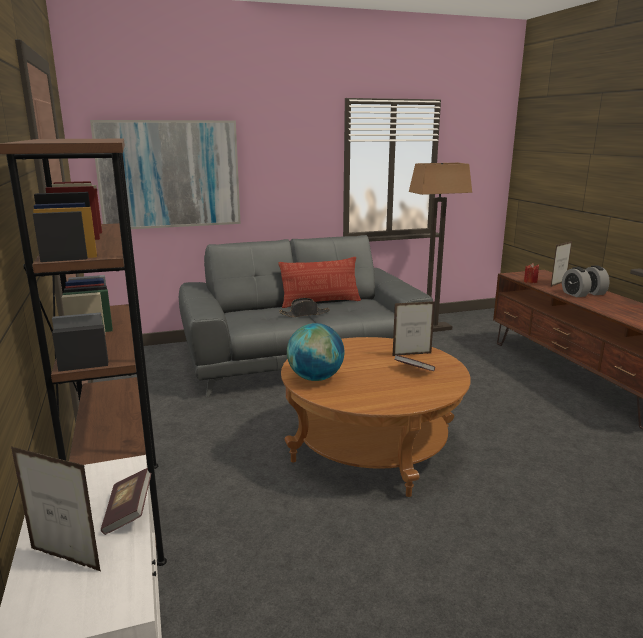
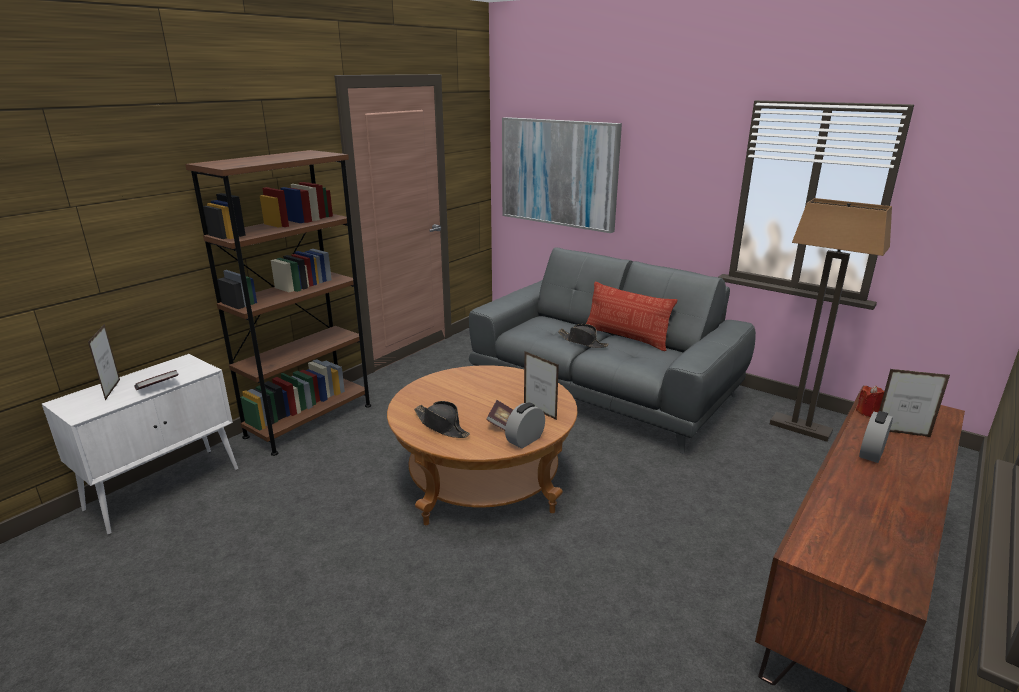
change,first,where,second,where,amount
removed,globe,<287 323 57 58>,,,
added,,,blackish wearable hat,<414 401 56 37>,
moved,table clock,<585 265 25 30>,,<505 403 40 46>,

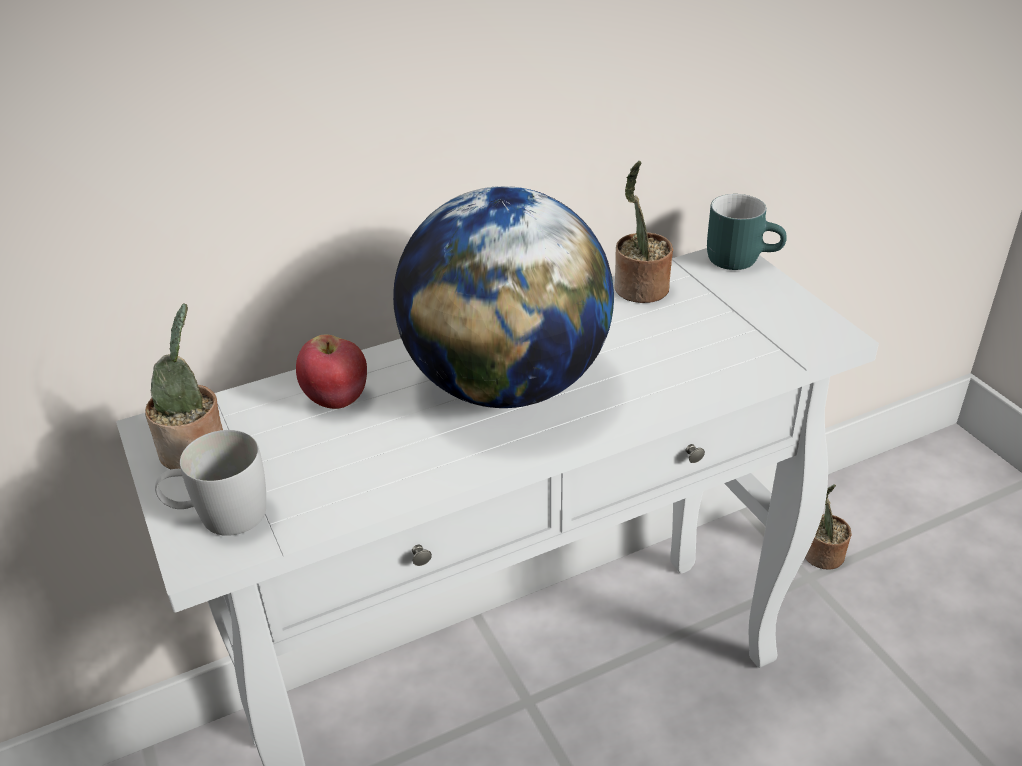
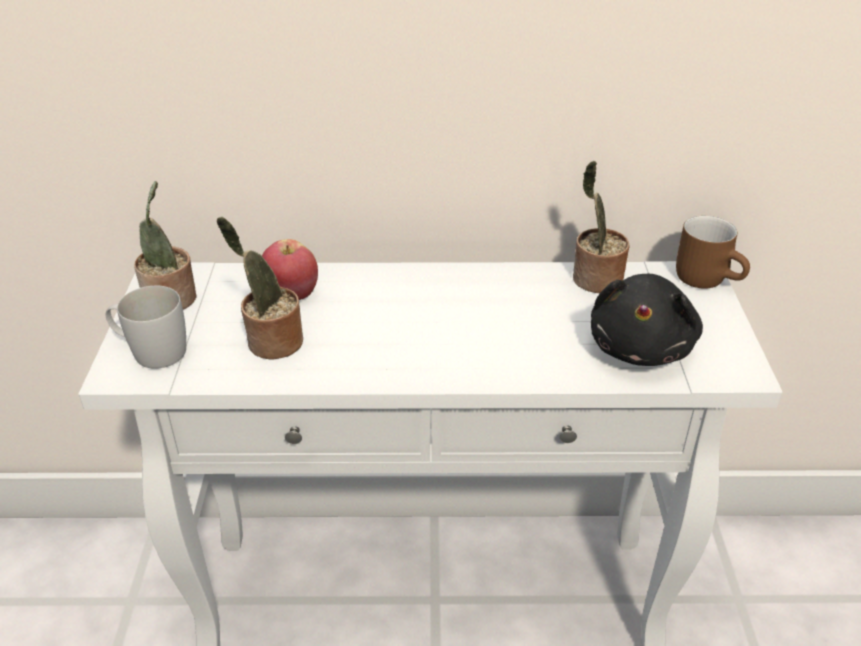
change,first,where,second,where,amount
removed,globe,<393 186 221 222>,,,
added,,,blackish soft toy,<591 274 112 92>,
moved,plant in a pot,<805 484 47 86>,,<217 217 86 143>,
recoloured,turquoise mug,<707 194 80 76>,brownish mug,<676 216 74 73>,

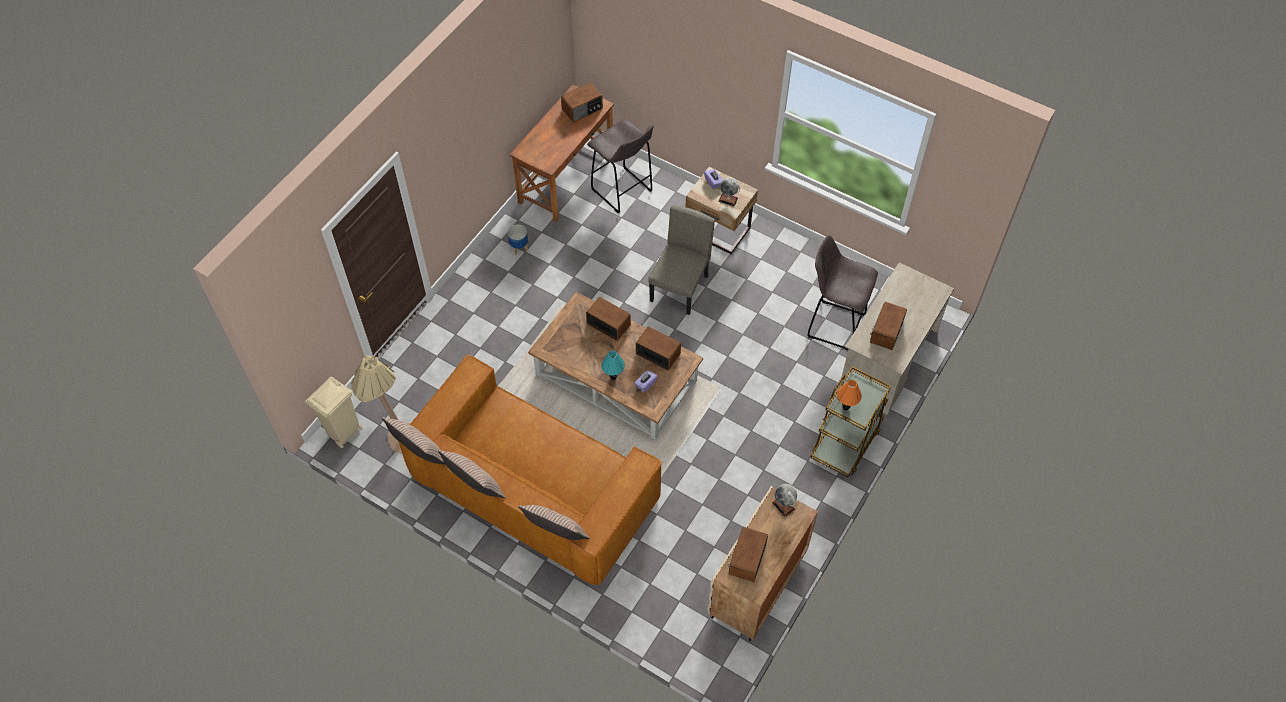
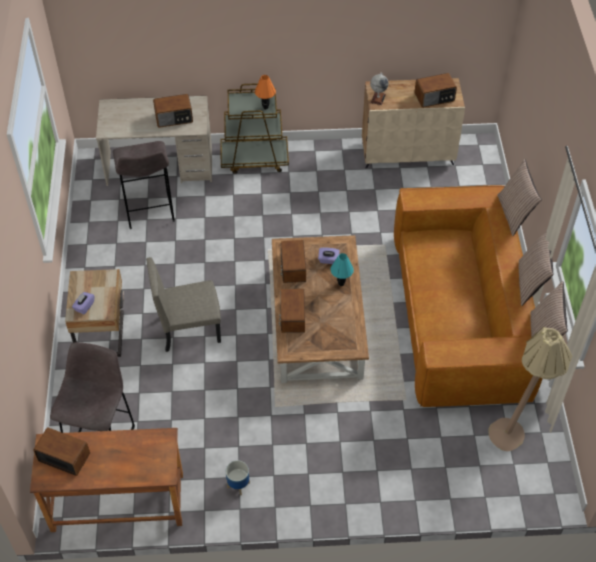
change,first,where,second,where,amount
removed,beige-coloured rubbish bin,<305 377 57 71>,,,
removed,globe,<718 177 22 29>,,,

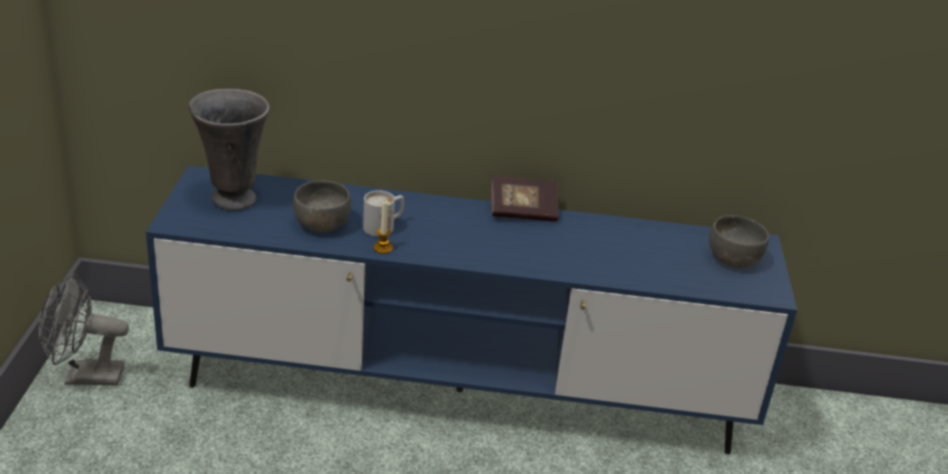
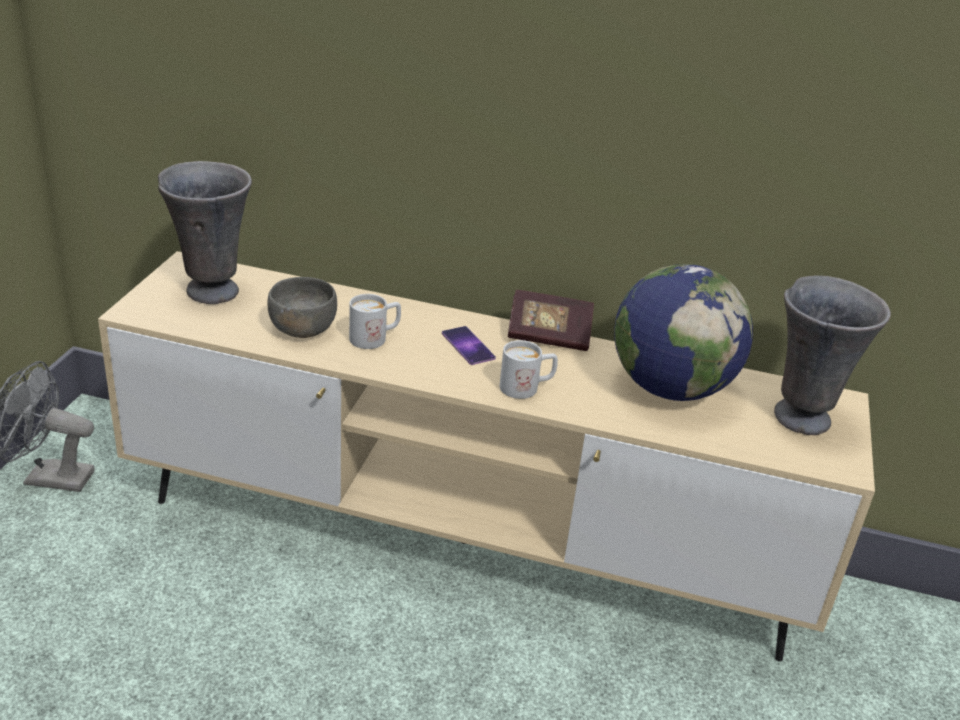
change,first,where,second,where,amount
removed,wax candle,<374 200 19 54>,,,
added,,,telephone,<442 326 54 39>,
added,,,whitish mug,<500 340 58 59>,
added,,,globe,<615 264 138 137>,
replaced,gray serving bowl,<709 215 60 52>,gray decorative vase,<774 276 117 159>,
recoloured,bluish tv unit,<146 166 651 289>,beige-coloured tv unit,<98 251 777 410>,

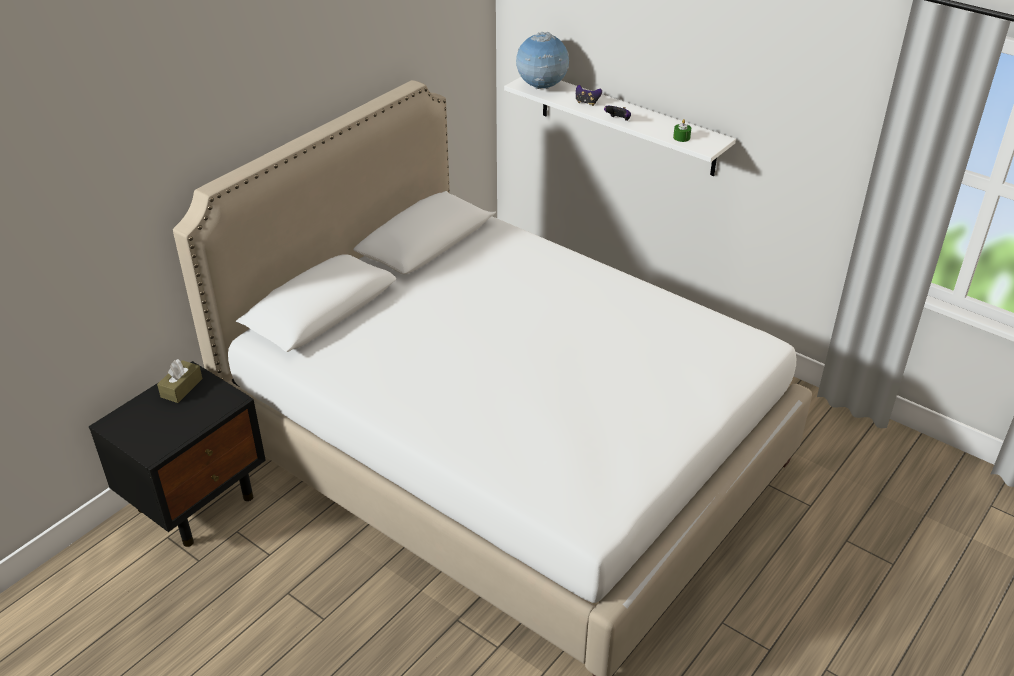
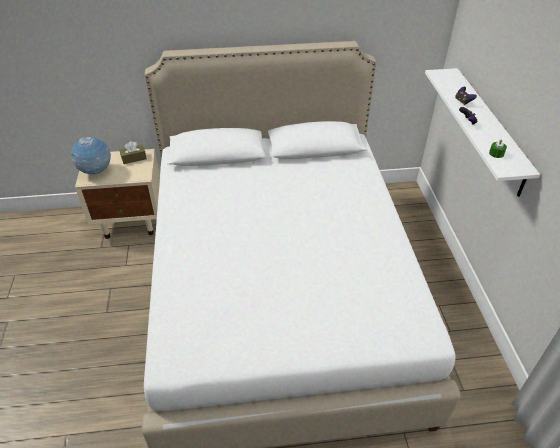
change,first,where,second,where,amount
moved,globe,<516 32 53 57>,,<71 137 40 37>,
recoloured,blackish night table,<89 361 177 186>,beige-coloured night table,<75 149 85 90>,

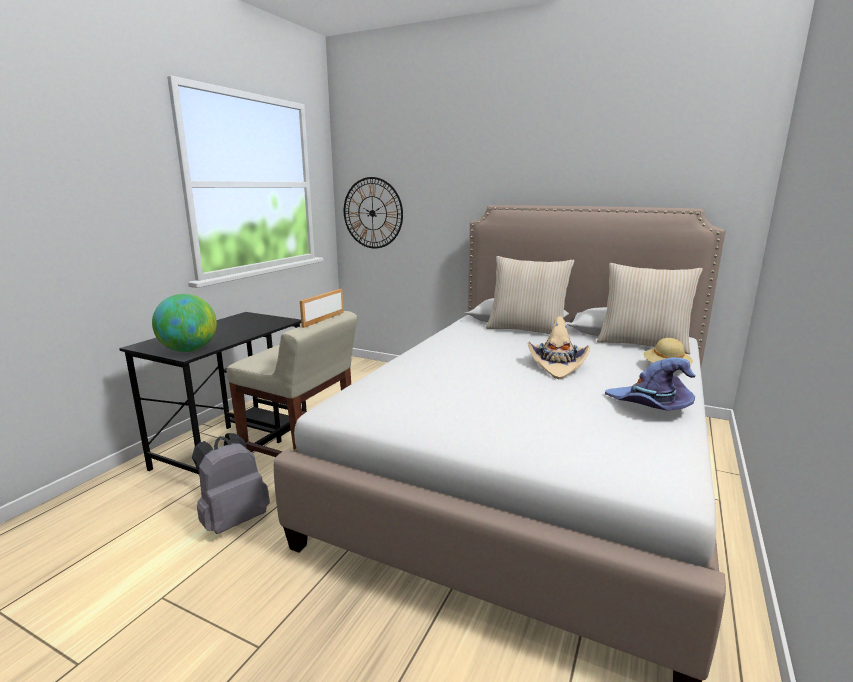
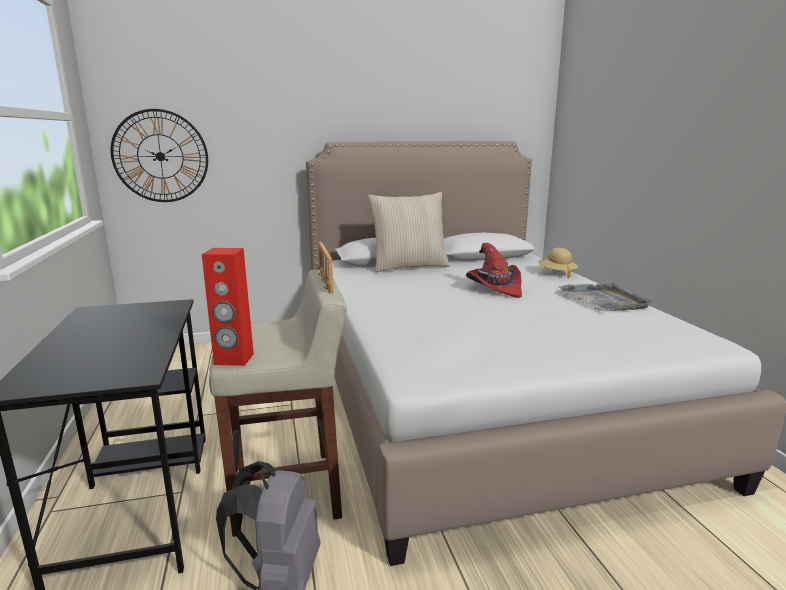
change,first,where,second,where,amount
removed,globe,<152 294 65 58>,,,
removed,beige-coloured throw pillow,<597 263 106 91>,,,
added,,,red speaker,<202 248 52 118>,
replaced,purplish wearable hat,<605 357 90 54>,gray serving tray,<559 282 93 29>,
recoloured,beige-coloured wearable hat,<528 316 62 63>,red wearable hat,<466 243 56 55>,

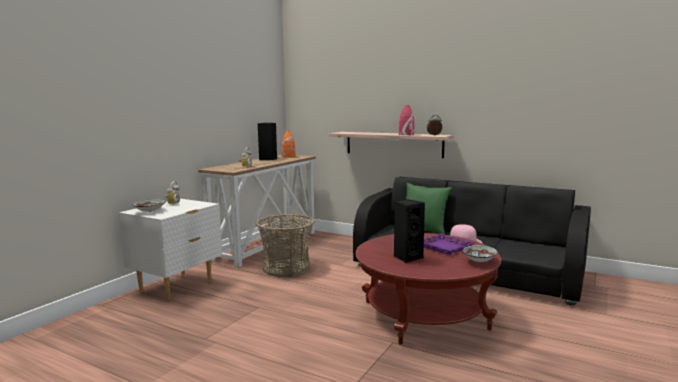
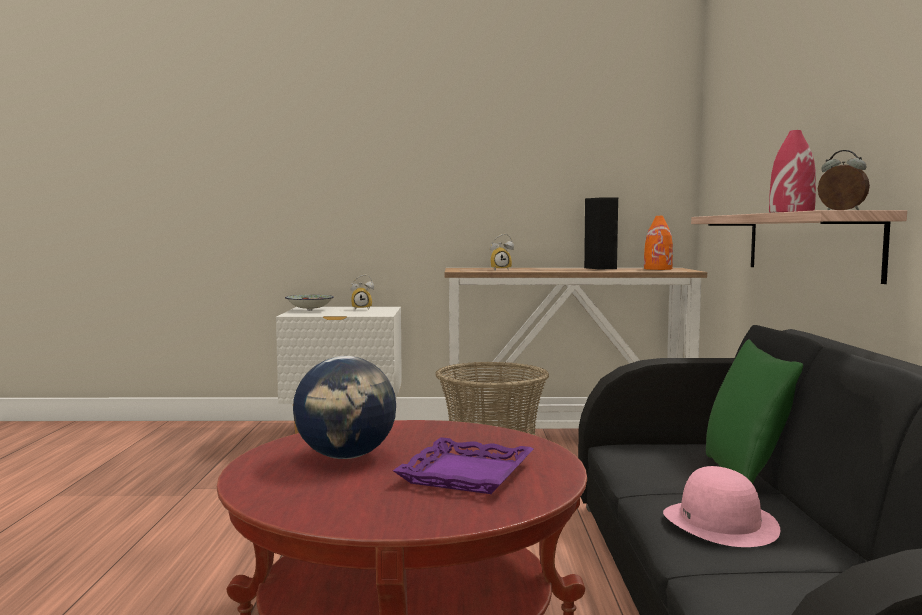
change,first,where,second,where,amount
removed,serving bowl,<463 245 35 17>,,,
replaced,blackish speaker,<394 199 31 64>,globe,<293 356 103 103>,

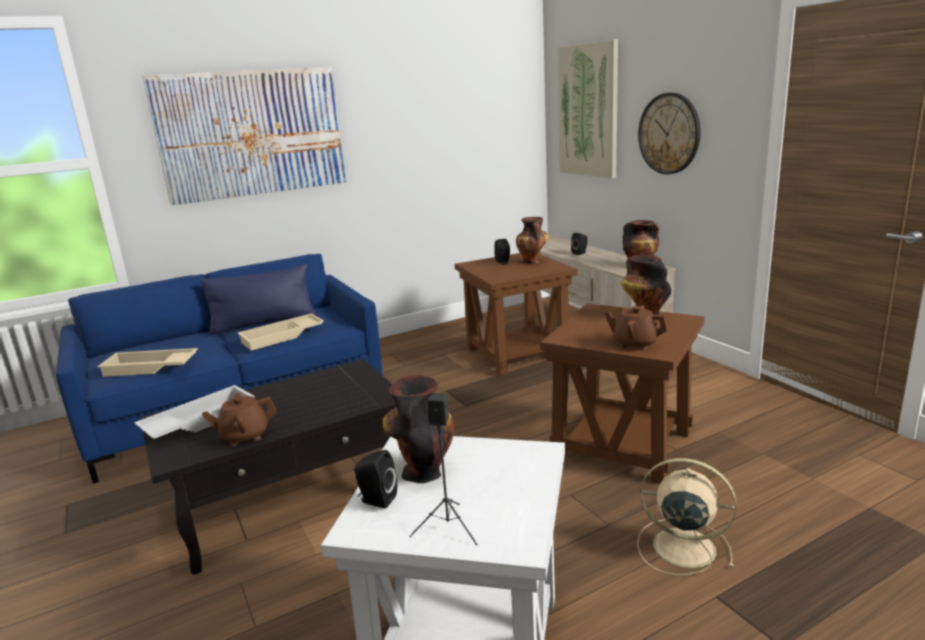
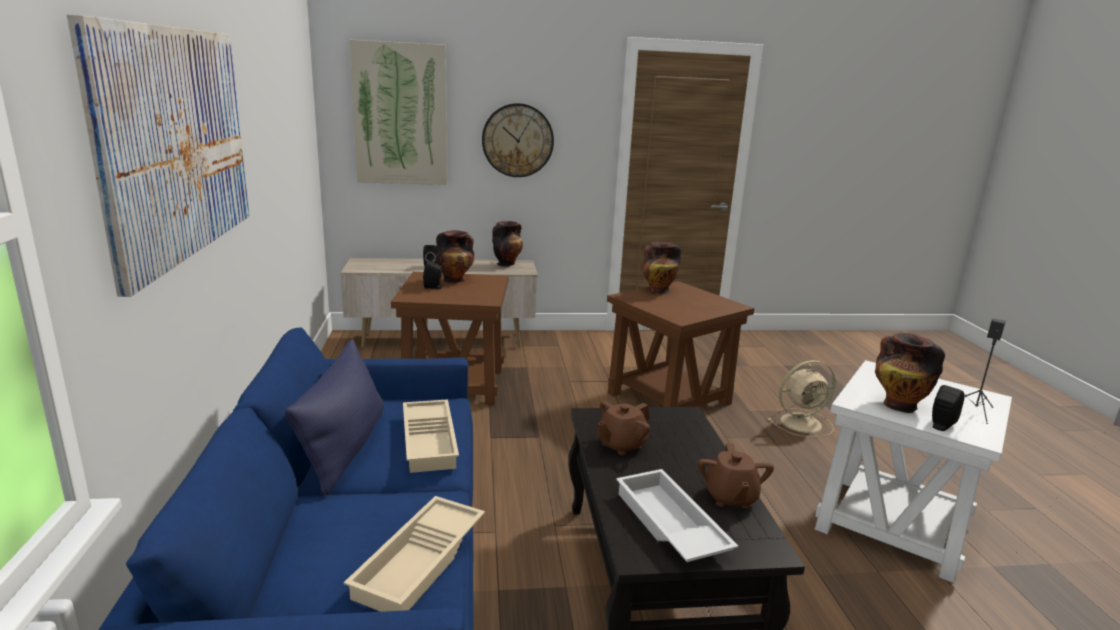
change,first,where,second,where,amount
moved,brownish tea pot,<604 305 64 45>,,<597 401 53 54>,
turned,beige-coloured fan,<637 458 99 118>,,<768 360 68 77>,150 degrees counterclockwise

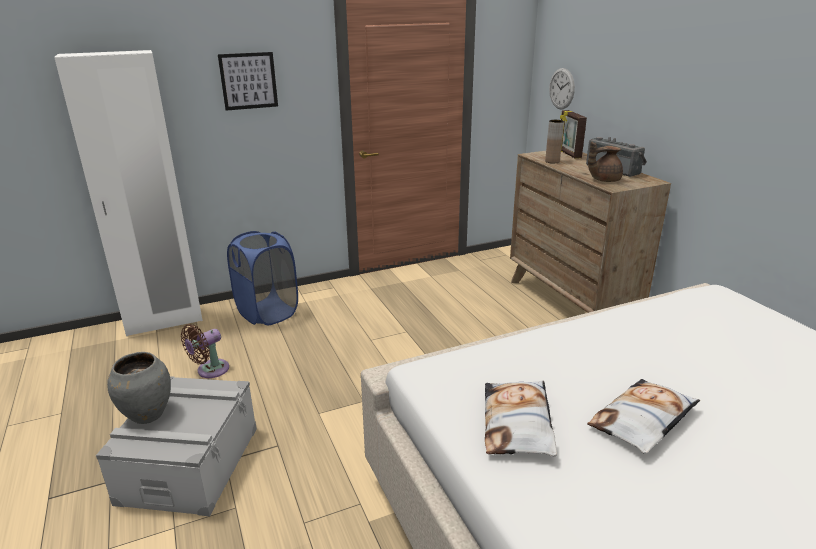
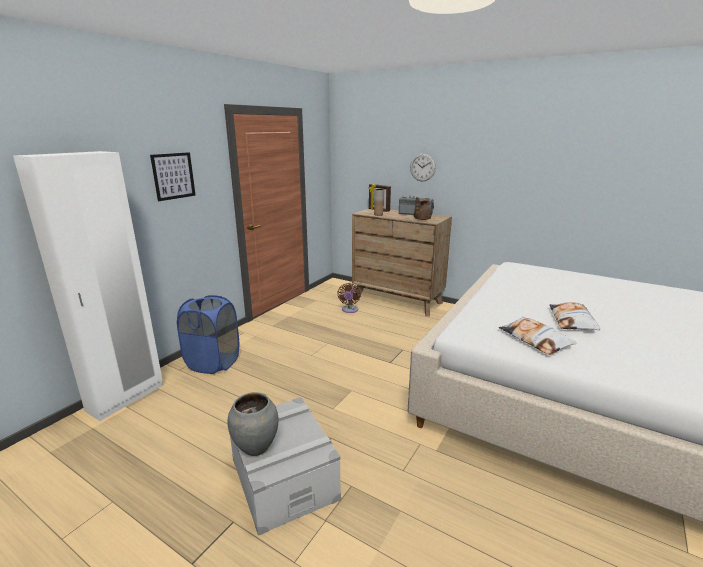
change,first,where,second,where,amount
moved,brownish fan,<181 324 48 54>,,<337 283 23 30>,
moved,clock on the wall,<549 68 26 41>,,<410 153 26 28>,

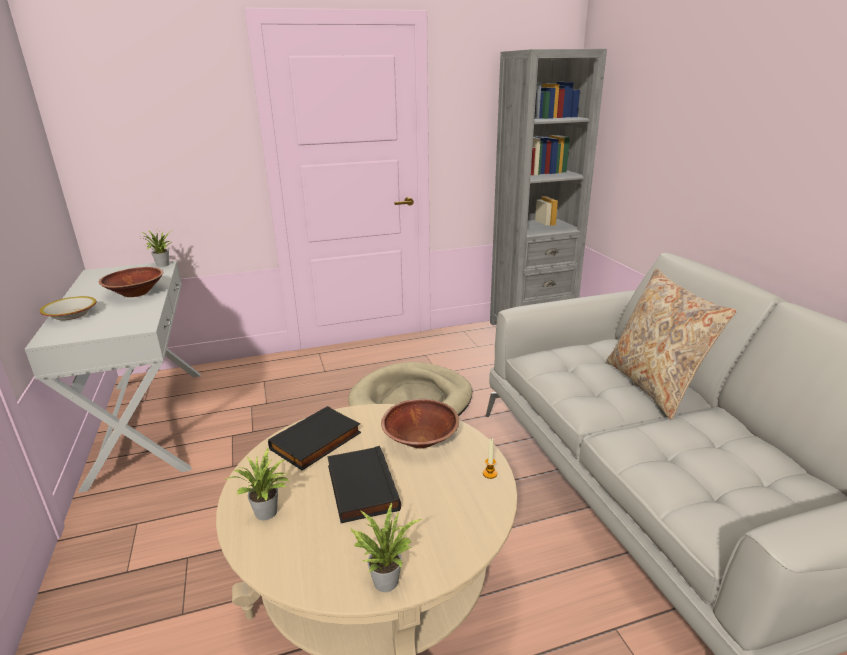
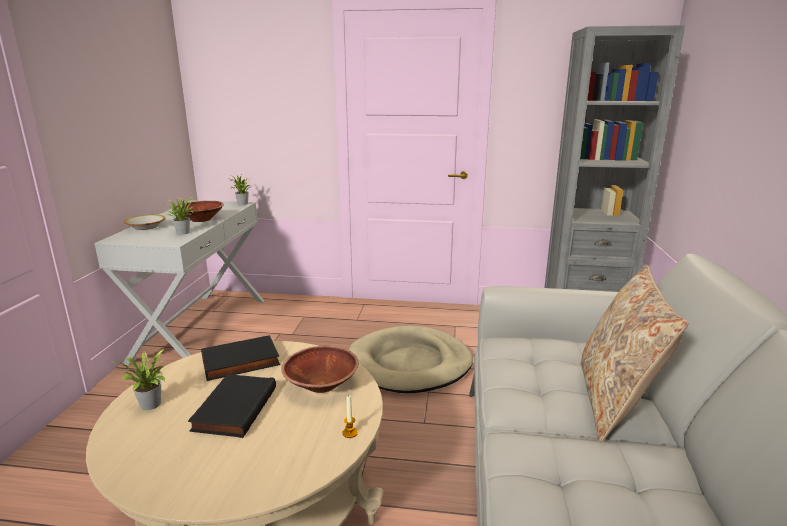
change,first,where,second,where,amount
moved,plant in a pot,<350 502 71 90>,,<164 197 32 38>,

